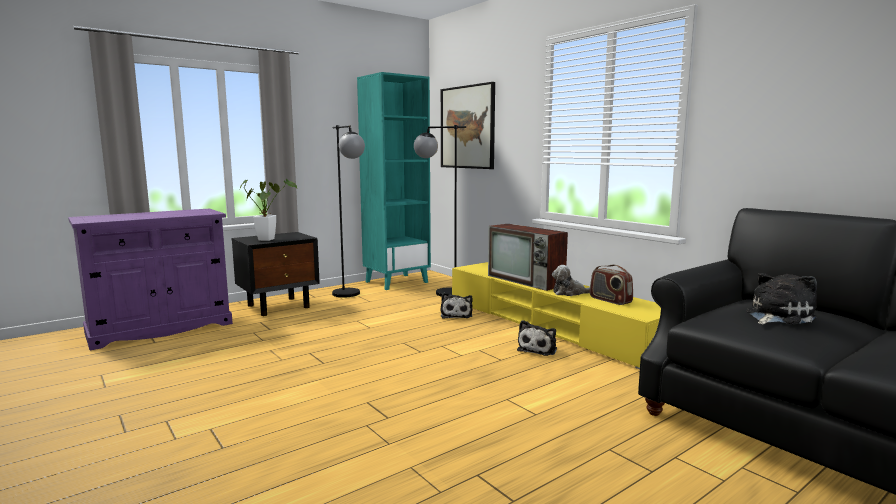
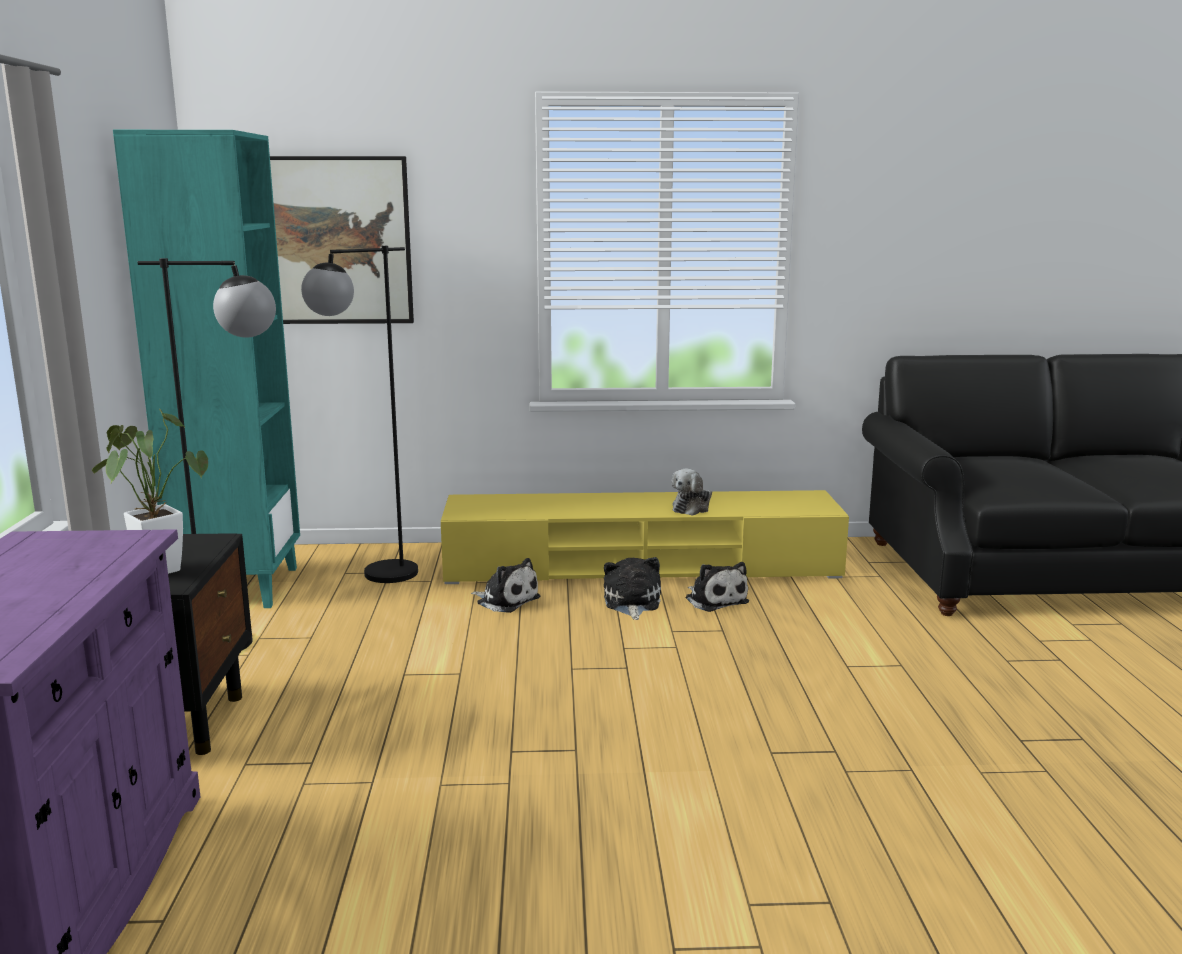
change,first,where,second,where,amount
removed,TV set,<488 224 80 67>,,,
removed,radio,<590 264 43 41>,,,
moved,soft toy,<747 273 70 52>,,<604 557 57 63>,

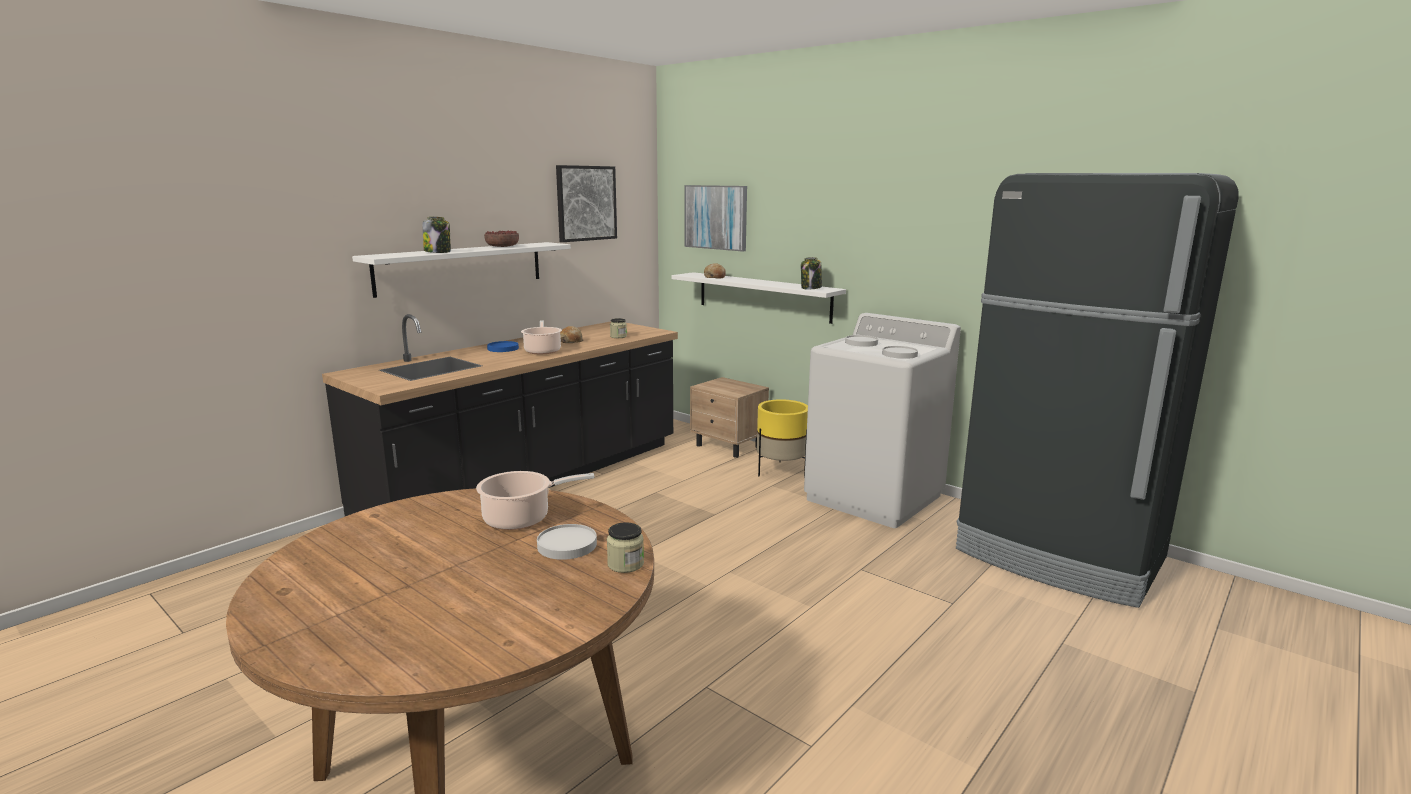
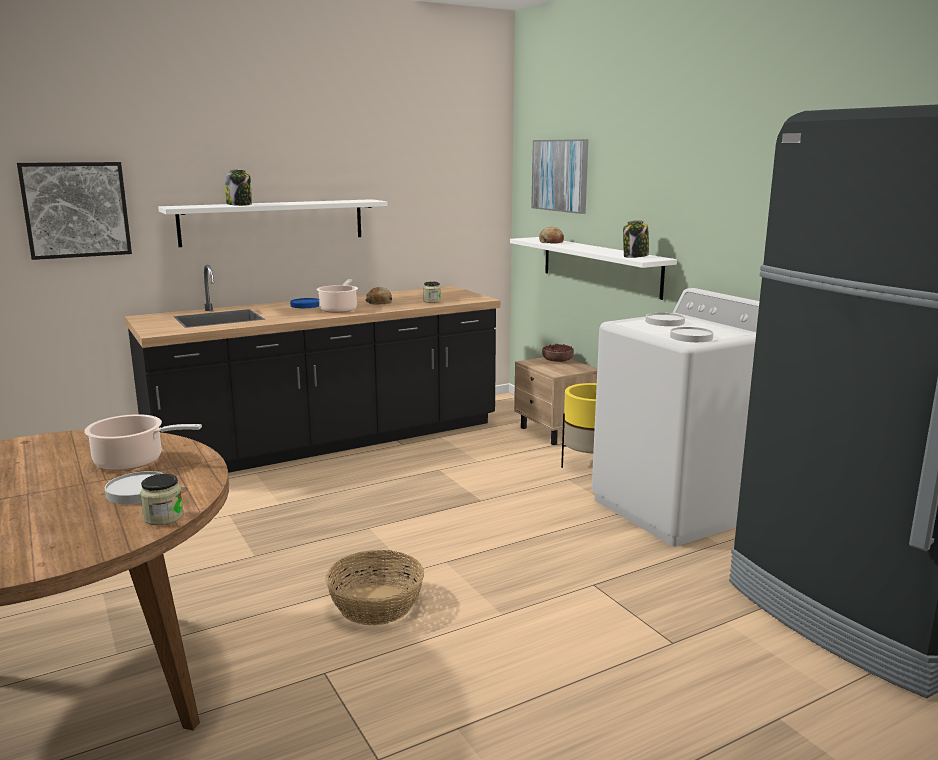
change,first,where,second,where,amount
added,,,storage basket,<325 550 99 75>,
moved,serving bowl,<484 231 35 16>,,<542 344 32 18>,
moved,wall art,<556 165 61 77>,,<17 162 115 98>,

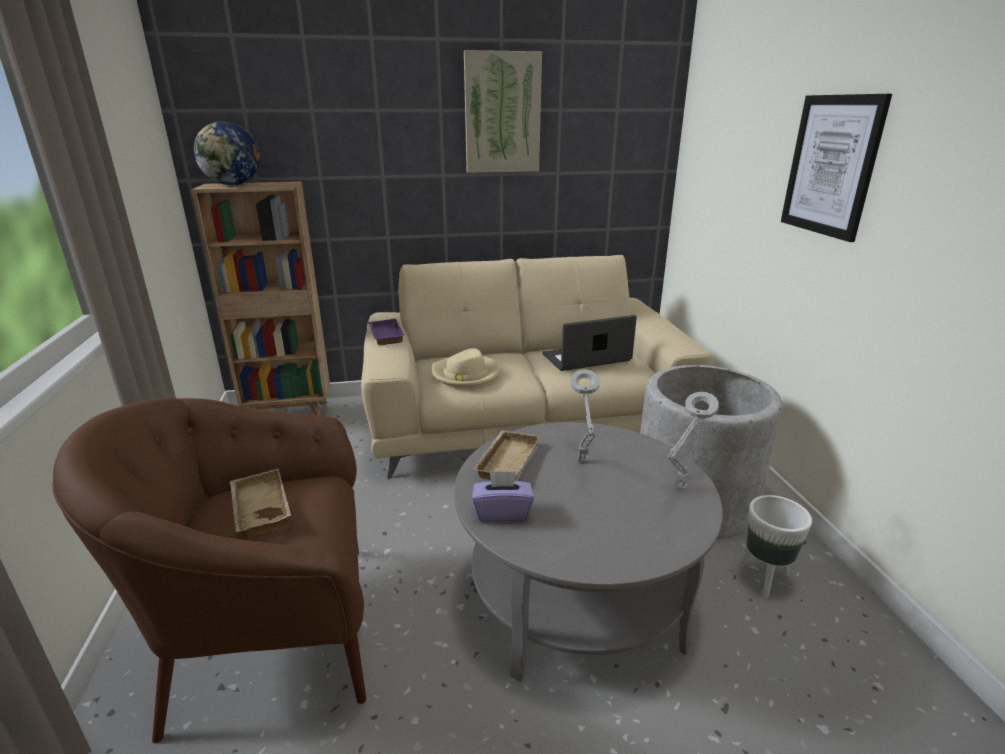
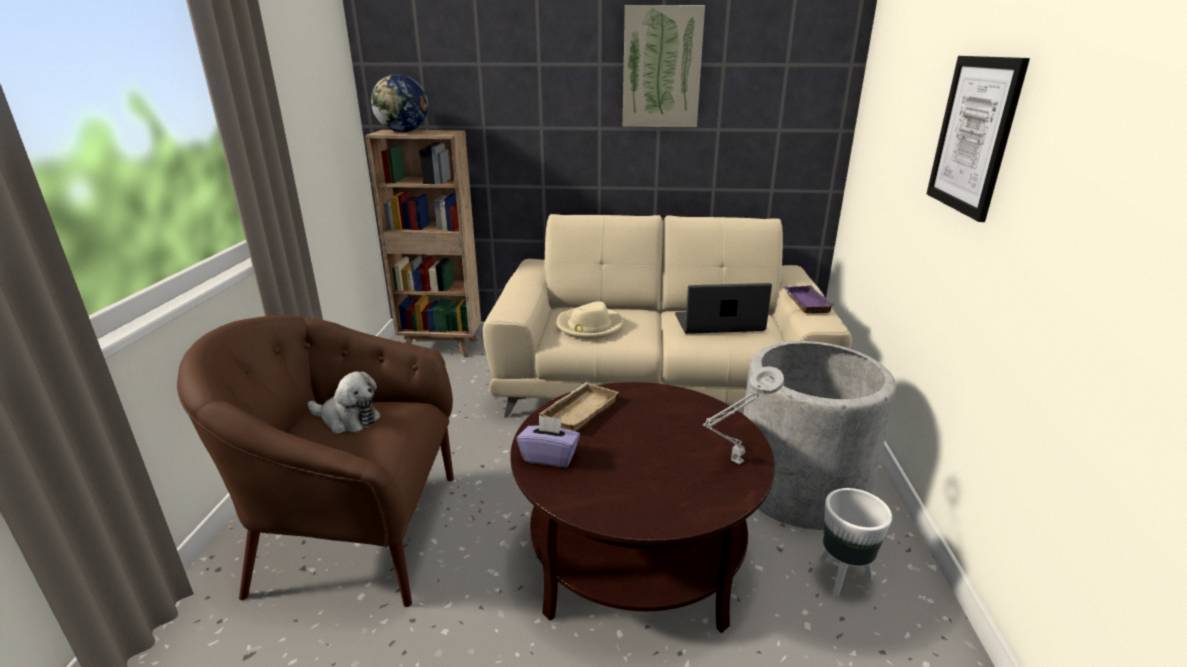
change,first,where,second,where,amount
removed,gray tabletop lamp,<570 369 30 93>,,,
moved,purplish serving tray,<368 318 37 27>,,<783 285 51 29>,
replaced,beige-coloured serving tray,<230 468 61 69>,soft toy,<308 371 73 63>,
recoloured,gray low table,<454 422 269 260>,brownish low table,<510 382 265 251>,

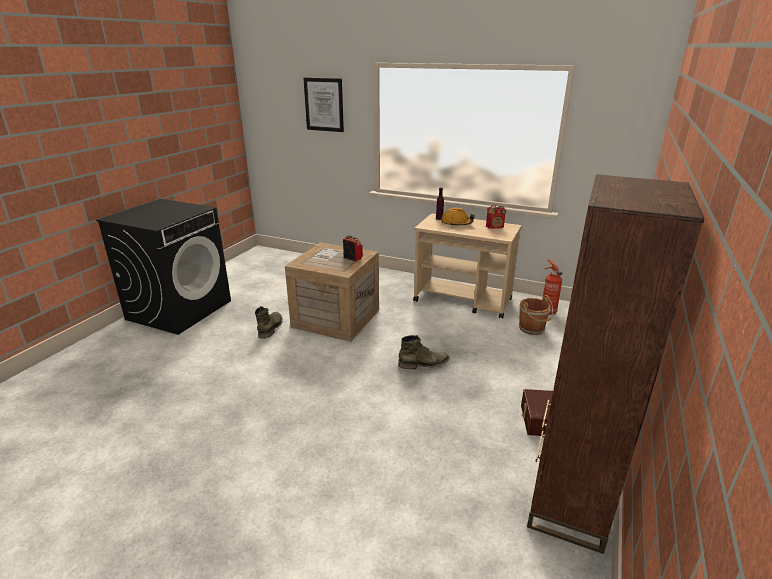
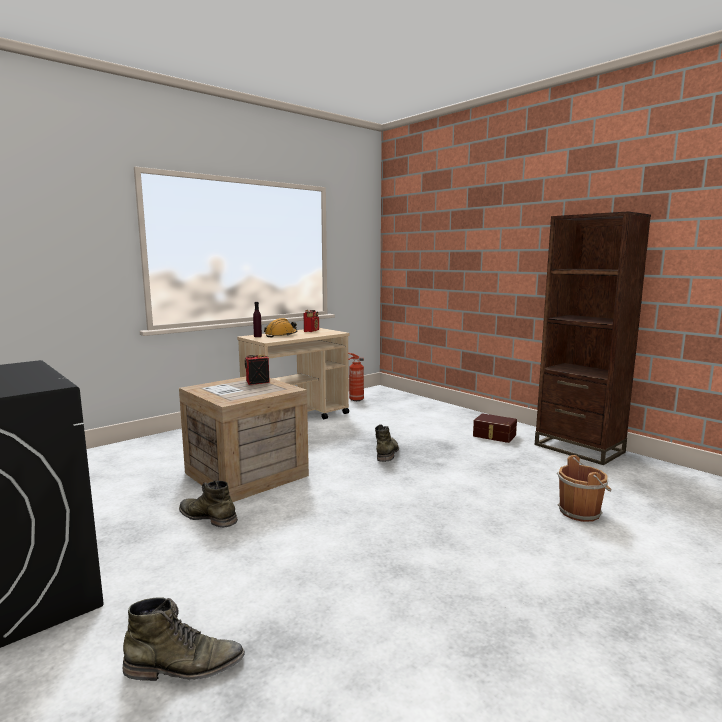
change,first,where,second,where,amount
removed,wall art,<303 78 41 54>,,,
added,,,greenish tall boot,<122 597 123 84>,
moved,brownish bucket,<519 295 34 40>,,<557 455 54 67>,

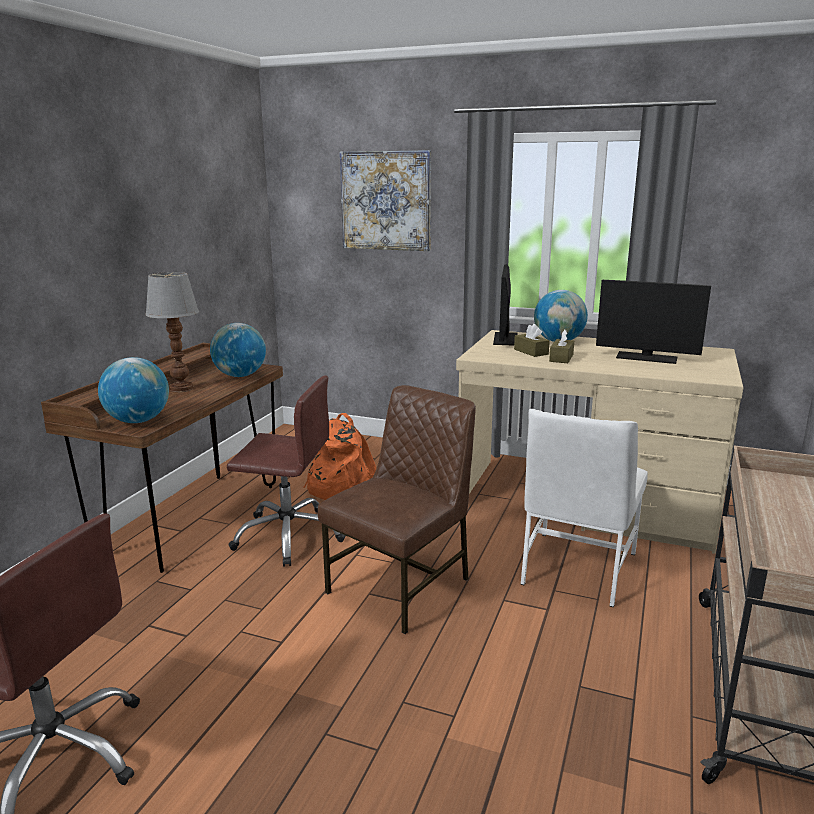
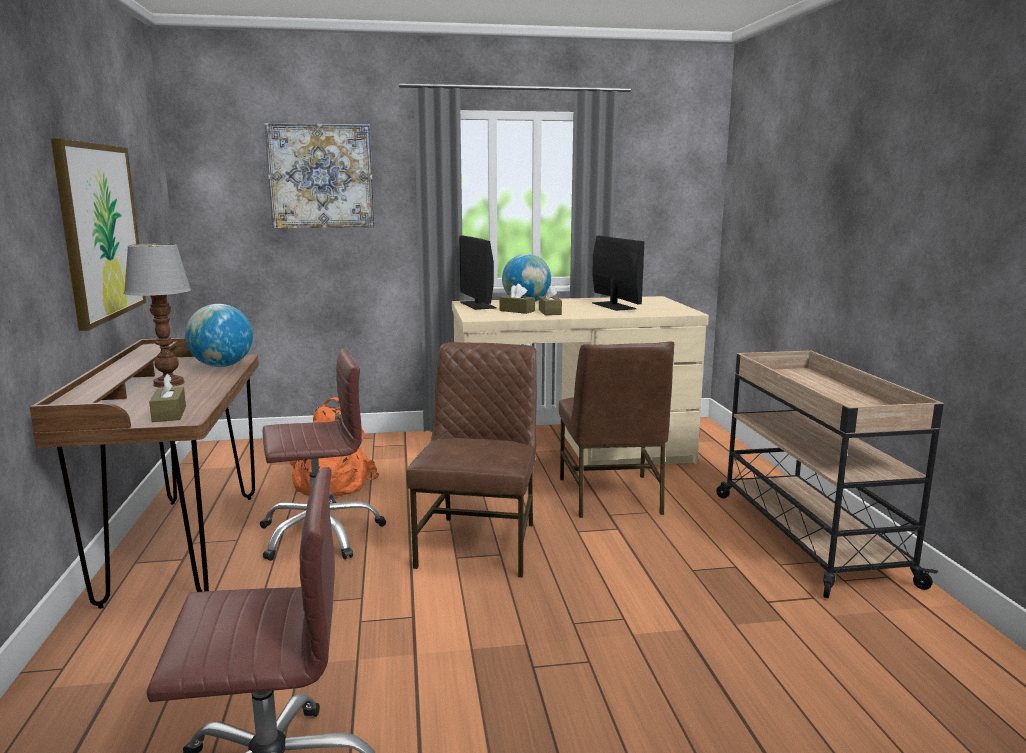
change,first,where,second,where,amount
added,,,wall art,<51 138 95 193>,
replaced,globe,<98 357 71 66>,brownish box of tissues,<149 374 37 48>,
recoloured,whitish chair,<520 409 128 198>,brownish chair,<559 341 115 177>,
turned,computer display,<596 280 115 84>,,<592 236 52 75>,105 degrees counterclockwise

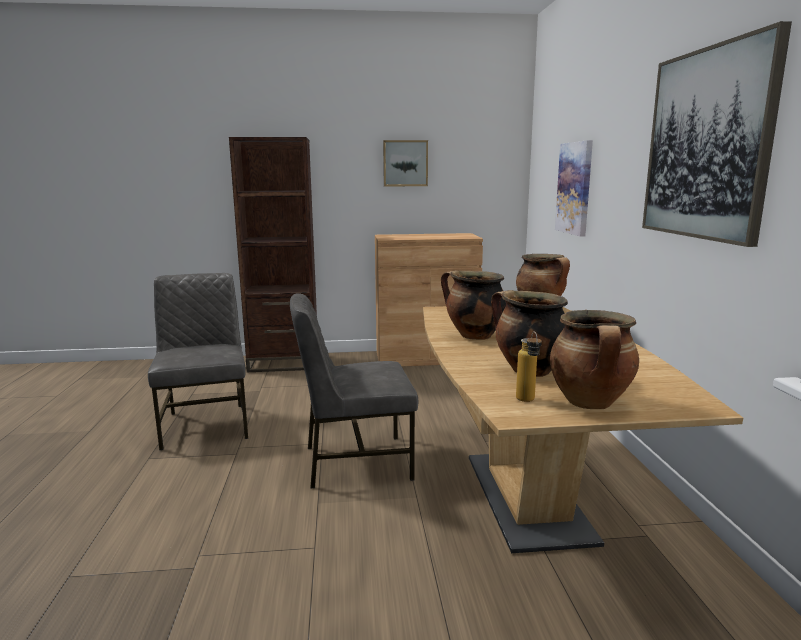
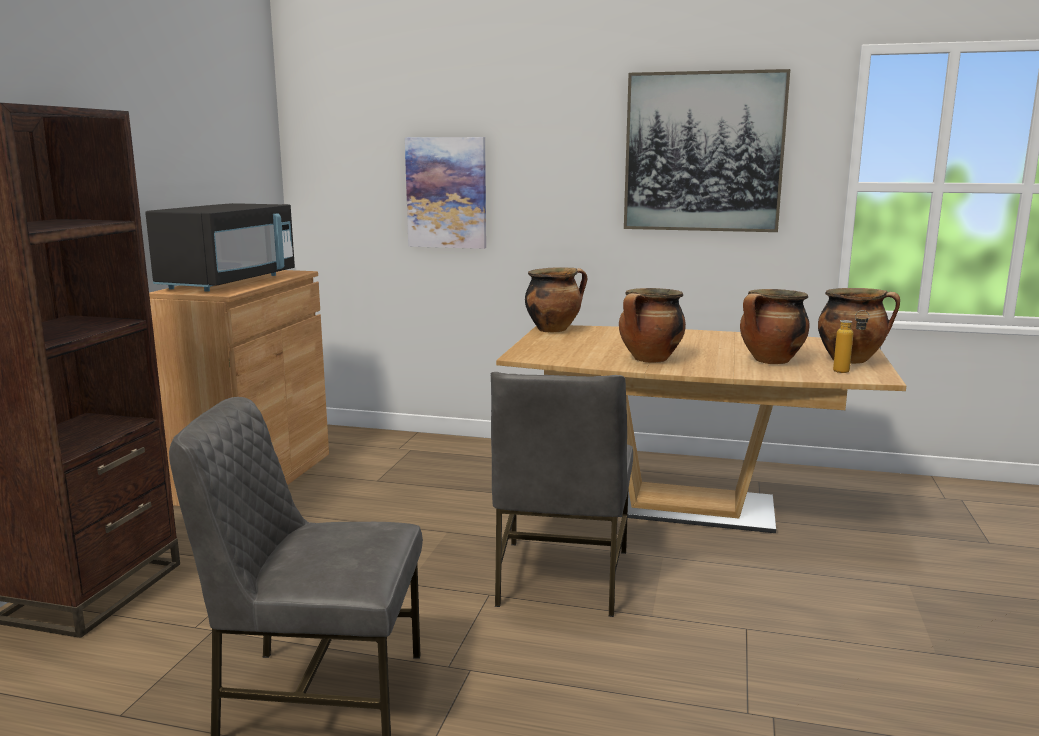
change,first,where,second,where,amount
removed,wall art,<383 140 45 47>,,,
added,,,blackish microwave,<145 203 150 89>,

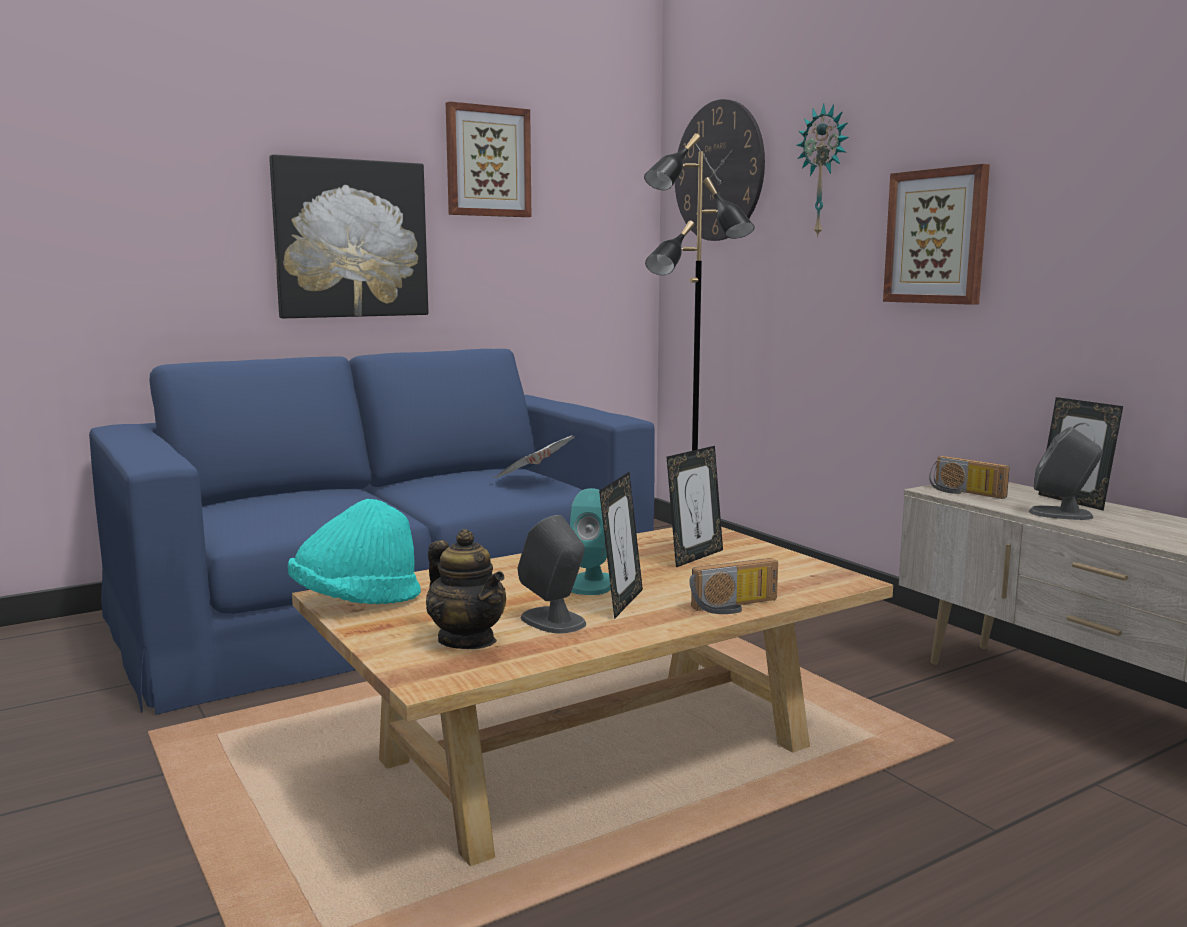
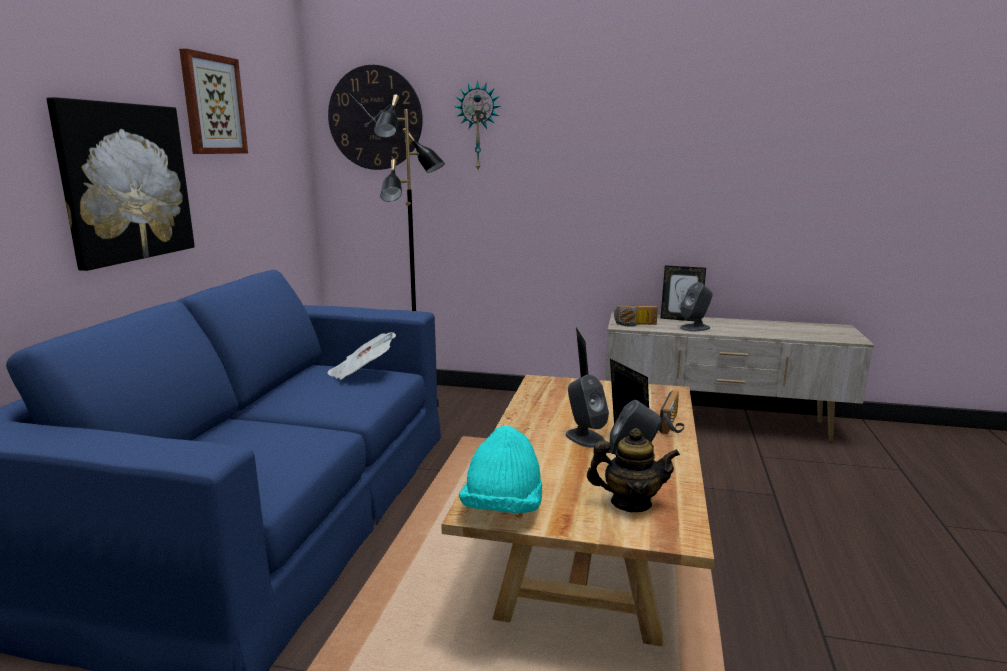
change,first,where,second,where,amount
removed,wall art,<883 164 107 141>,,,
recoloured,turquoise speaker,<570 488 41 107>,gray speaker,<566 375 43 73>,

